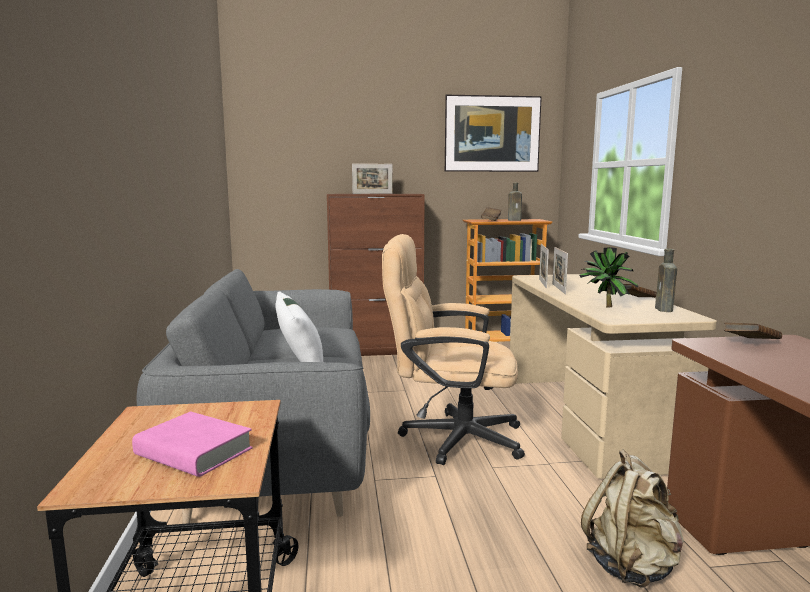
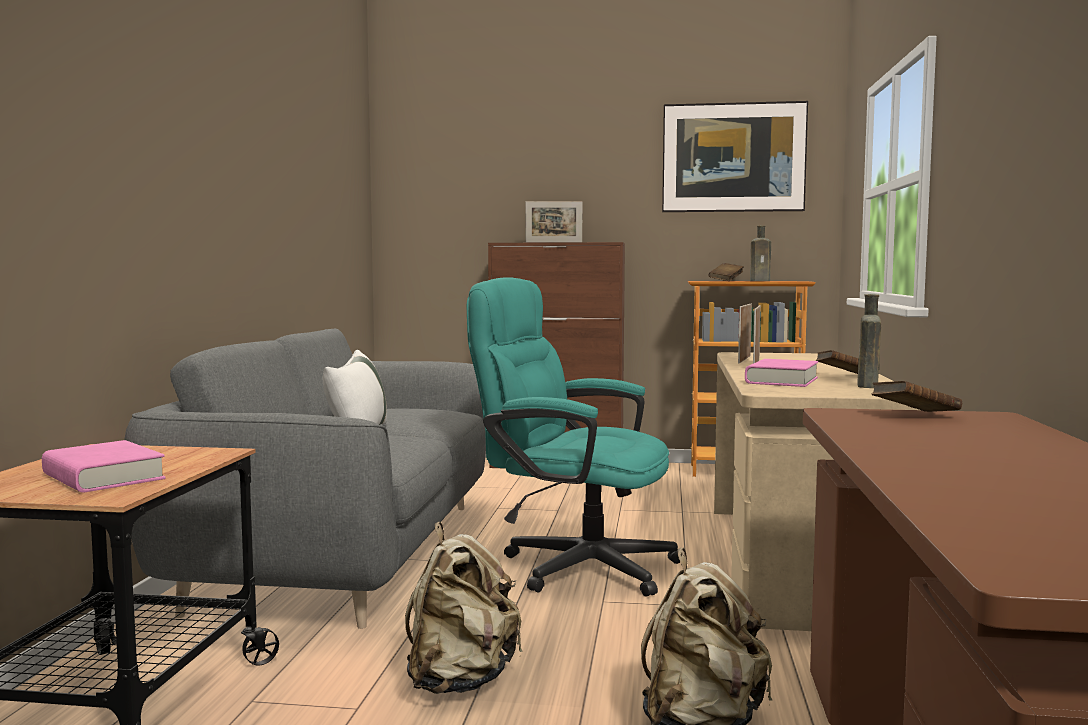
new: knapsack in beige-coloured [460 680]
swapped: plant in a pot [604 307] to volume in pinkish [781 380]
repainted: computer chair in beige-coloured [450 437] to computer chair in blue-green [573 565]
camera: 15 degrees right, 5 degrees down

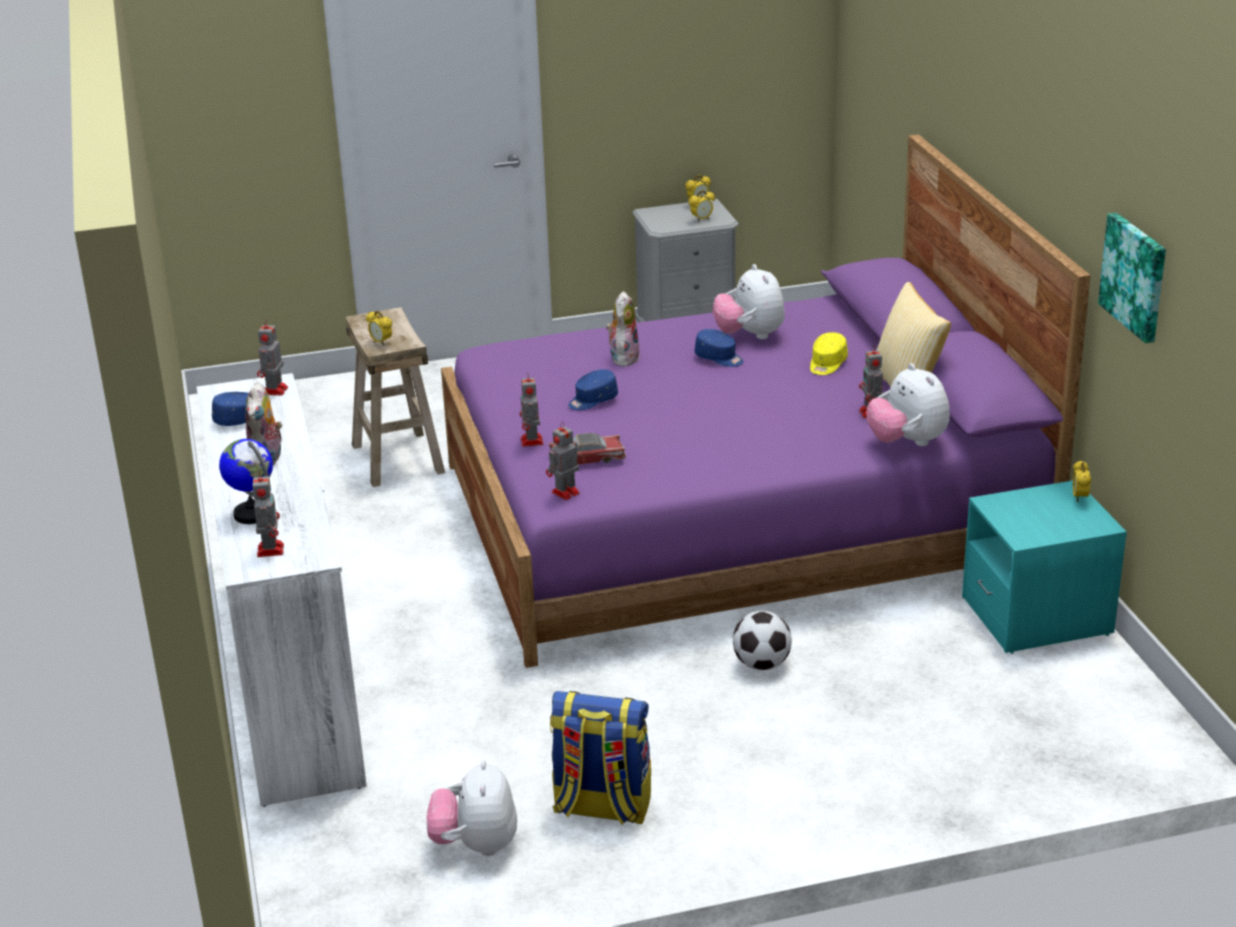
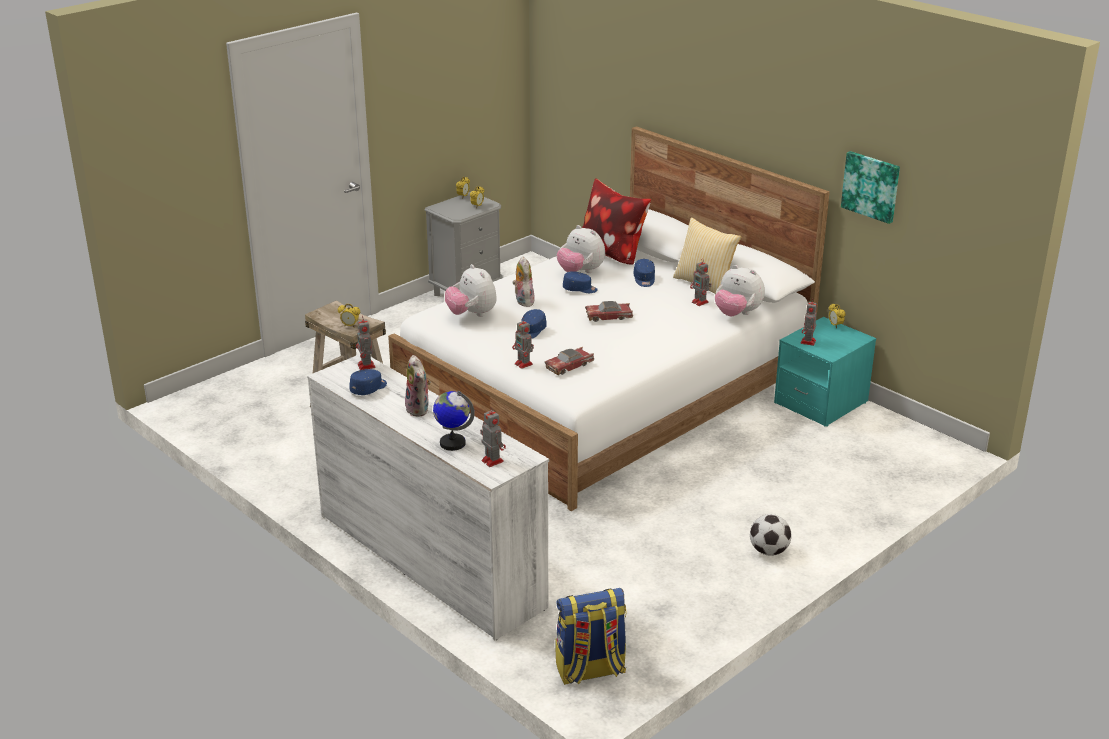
new: cushion [611 253]; miniature car [608 316]
shifted: soft toy [475 845] to [472 314]; robot figure [564 493] to [808 342]; knapsack [601 807] to [590 670]; ball for football [762 664] to [769 551]
repainted: sleeping bed in purple-coloured [739 517] to sleeping bed in white-coloured [606 390]; peaked cap in yellow [827 364] to peaked cap in blue [644 279]
camera: 30 degrees left, 0 degrees up

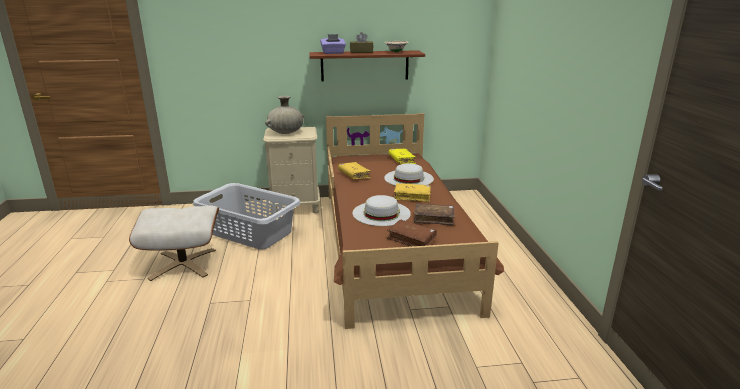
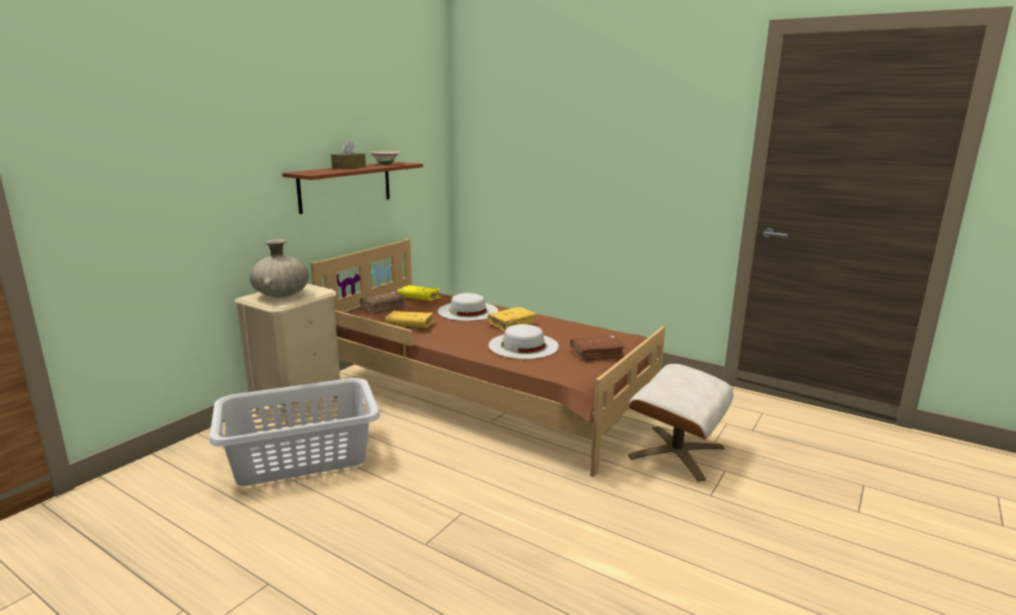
gone: tissue holder in purple-coloured [333 53]
shifted: pouffe in beige-coloured [183 264] to [676 452]; volume in brown [433 218] to [383 307]
camera: 50 degrees left, 5 degrees down

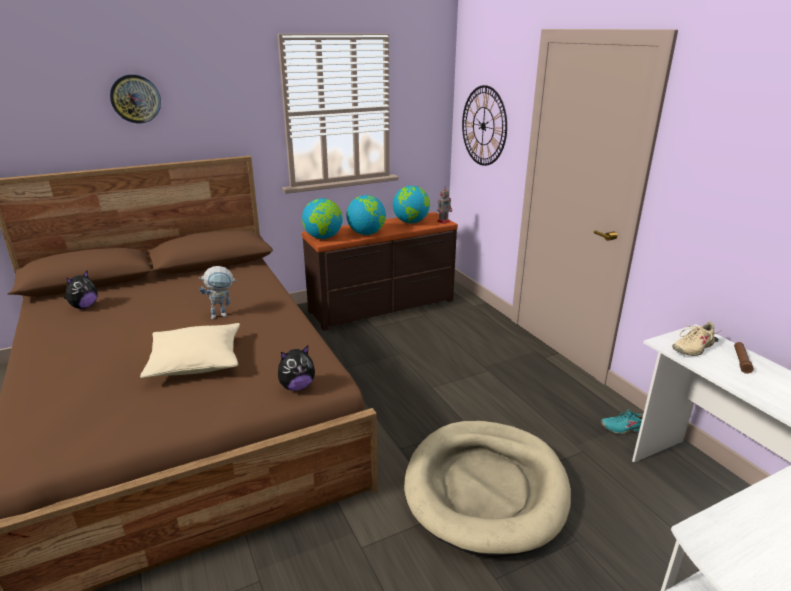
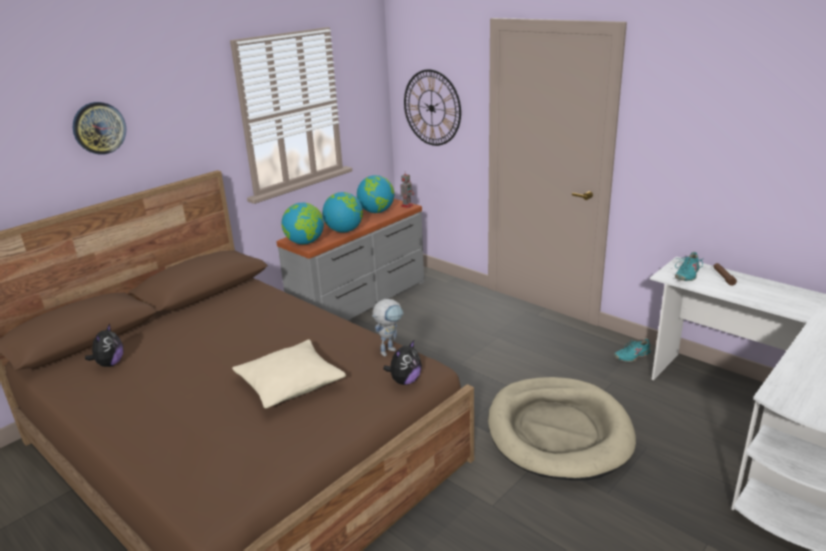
shifted: robot figure [223 315] to [390 349]
repainted: chest of drawers in brown [382 306] to chest of drawers in grey [361 302]; item of footwear in beige-coloured [692 347] to item of footwear in blue-green [686 275]
camera: 20 degrees left, 0 degrees up

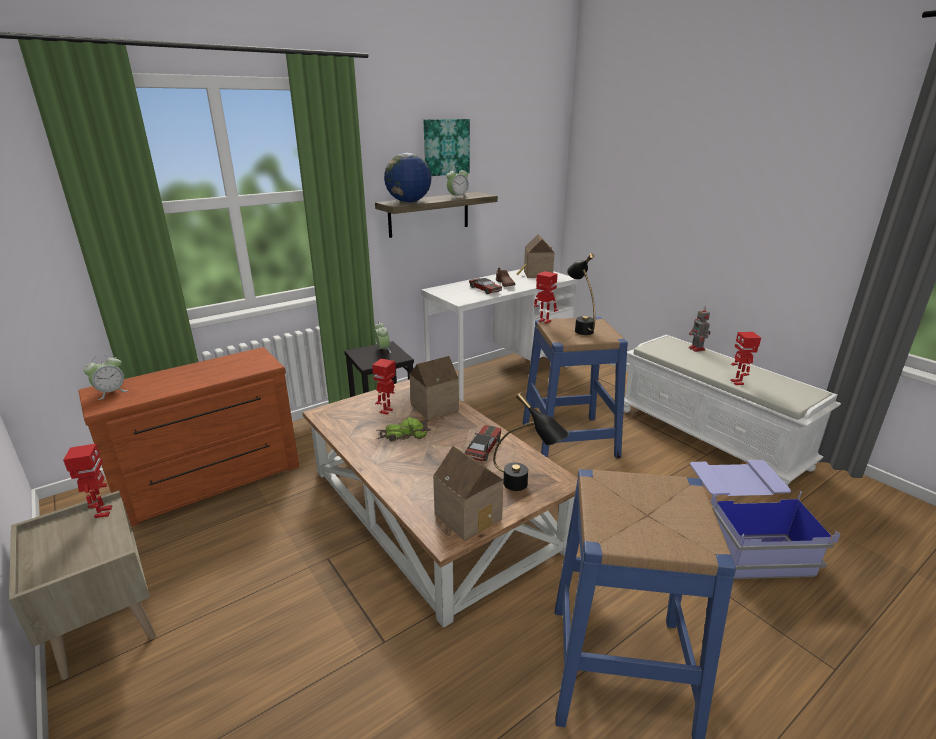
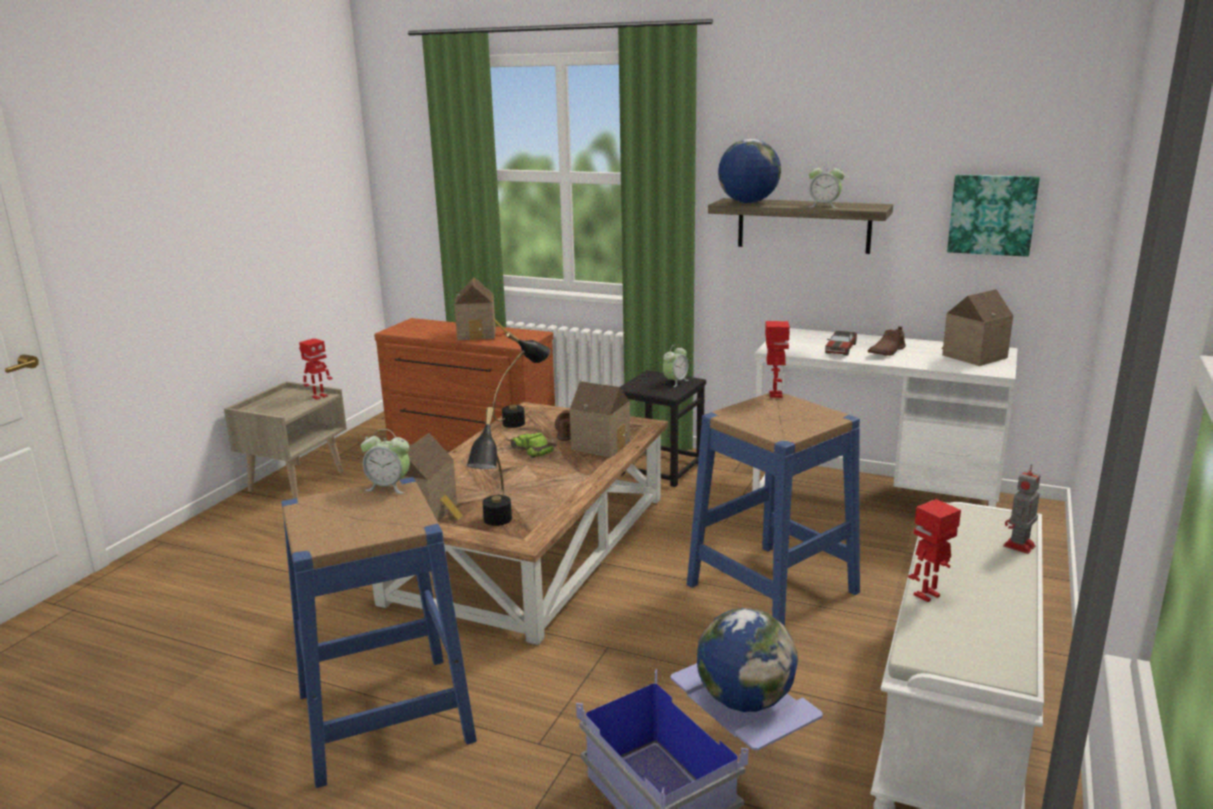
gone: miniature car [483 448]
new: miniature house [479 334]; world globe [745 700]
shifted: table clock [111 392] to [389 487]; wall picture [445 147] to [992 214]; lamp for a table in black [580 328] to [522 420]
swapped: robot figure [387 411] to item of footwear in brown [565 429]
camera: 60 degrees right, 5 degrees down

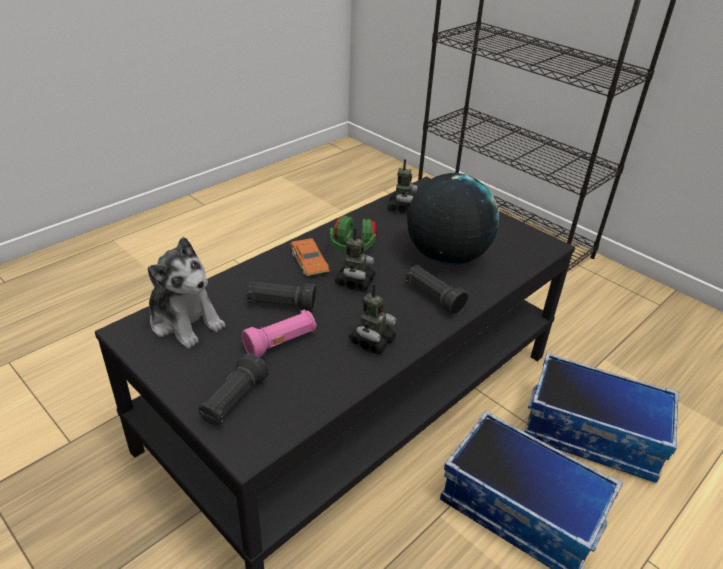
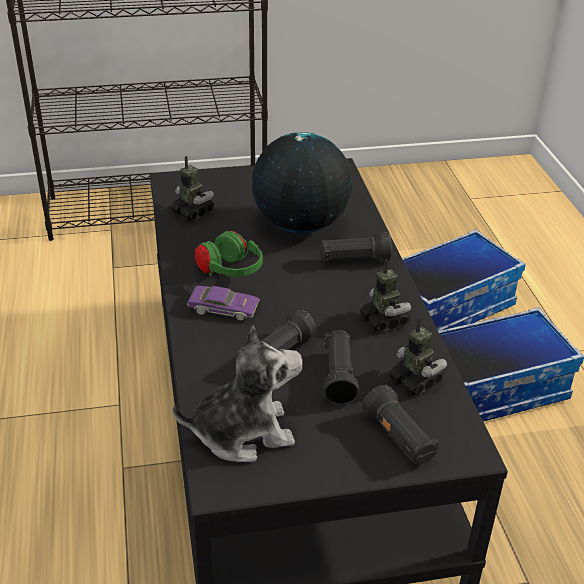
shifted: robot figure [355 282] to [415 381]
repainted: torch in pinkish [281 343] to torch in black [338 377]; miniature car in orange [309 262] to miniature car in purple-coloured [223 308]
camera: 55 degrees left, 0 degrees up

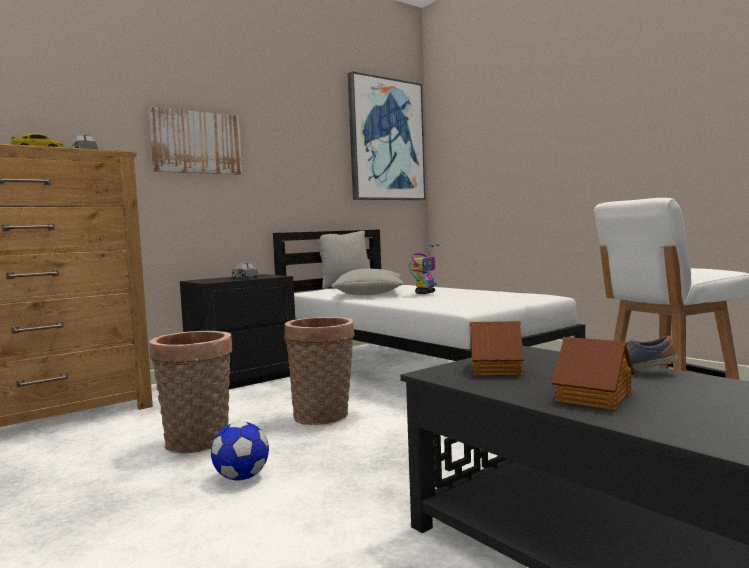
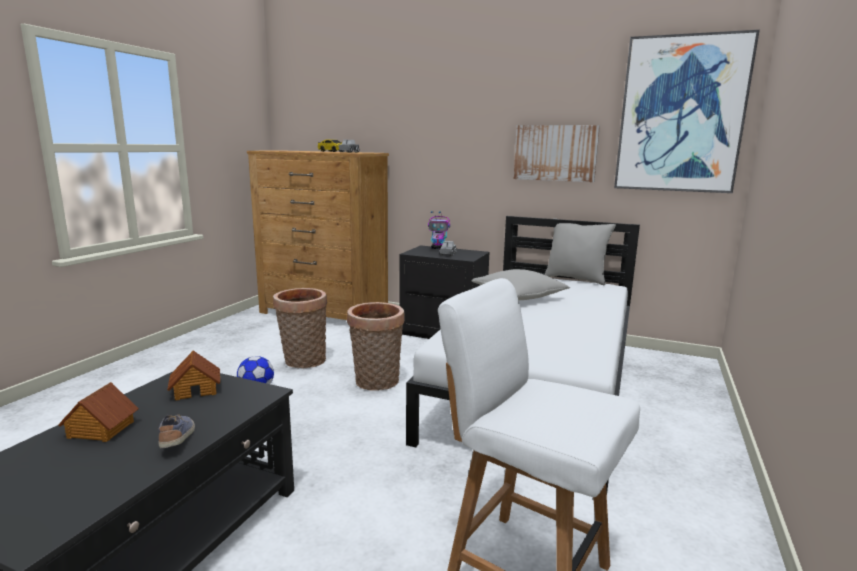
shifted: wall picture [196 142] to [555 153]; robot figure [425 293] to [438 248]
camera: 60 degrees right, 10 degrees up

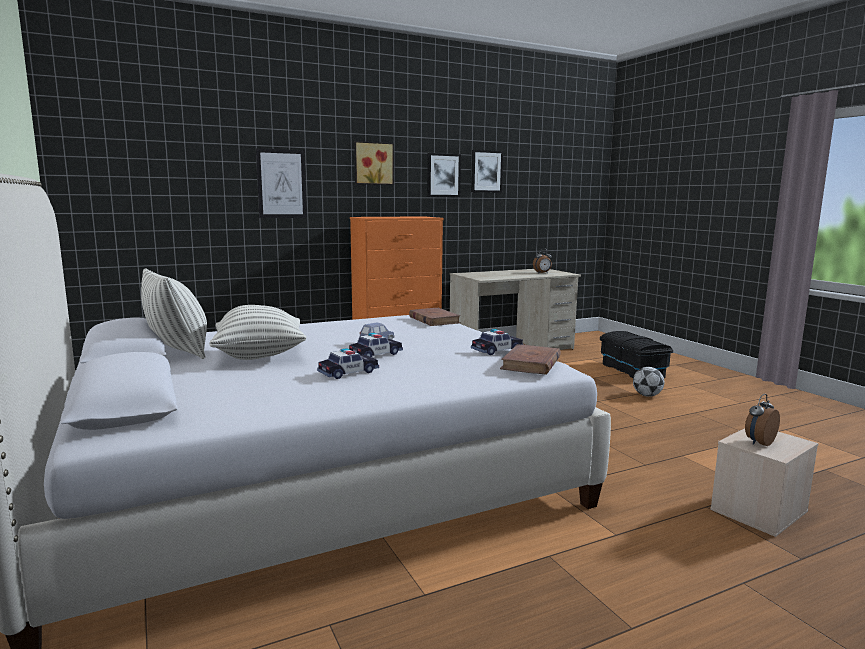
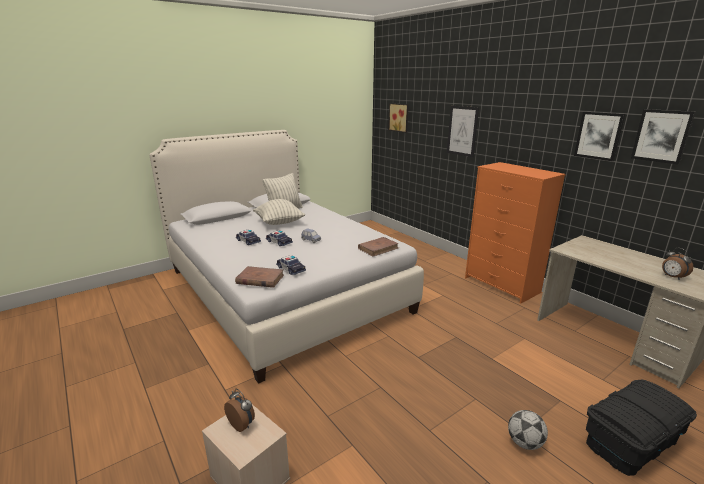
shifted: wall picture [373 163] to [399 117]
camera: 80 degrees right, 10 degrees up

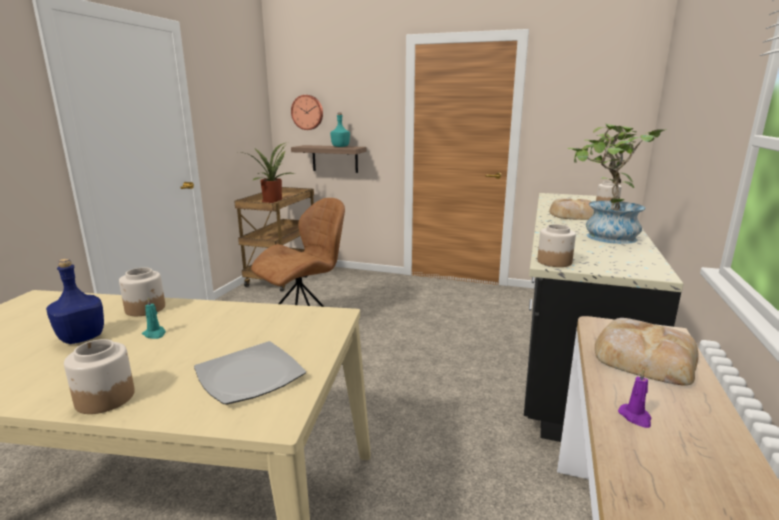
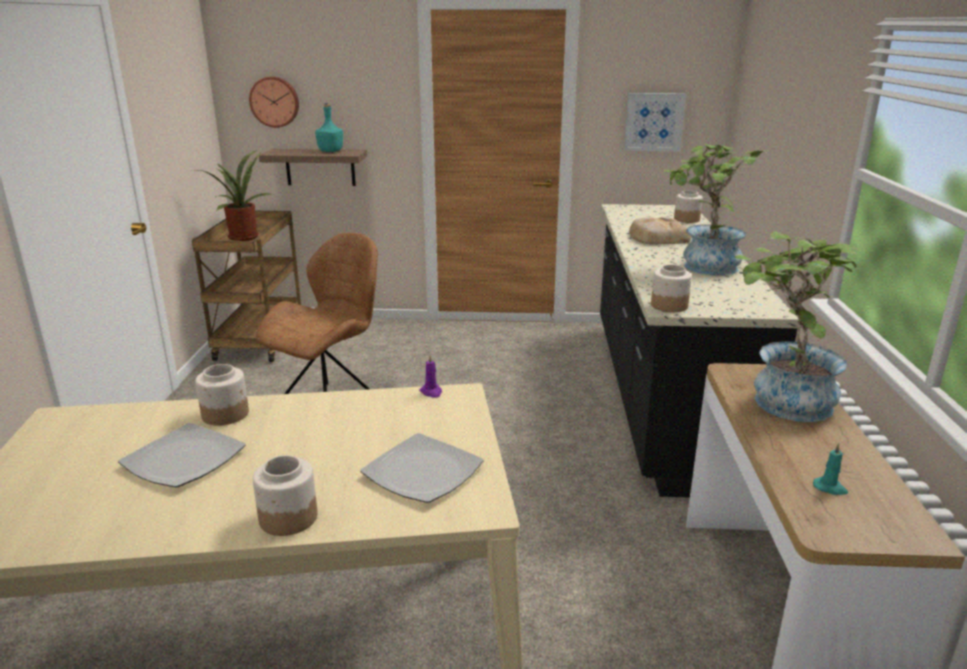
new: wall picture [653 122]
shifted: wax candle in blue-green [155 334] to [830 488]; wax candle in purple-coloured [635 417] to [431 392]
swapped: beverage bottle in blue [82 337] to flat dish [184 459]; bread [643 357] to plant in a pot [780 400]
camera: 15 degrees left, 5 degrees up

